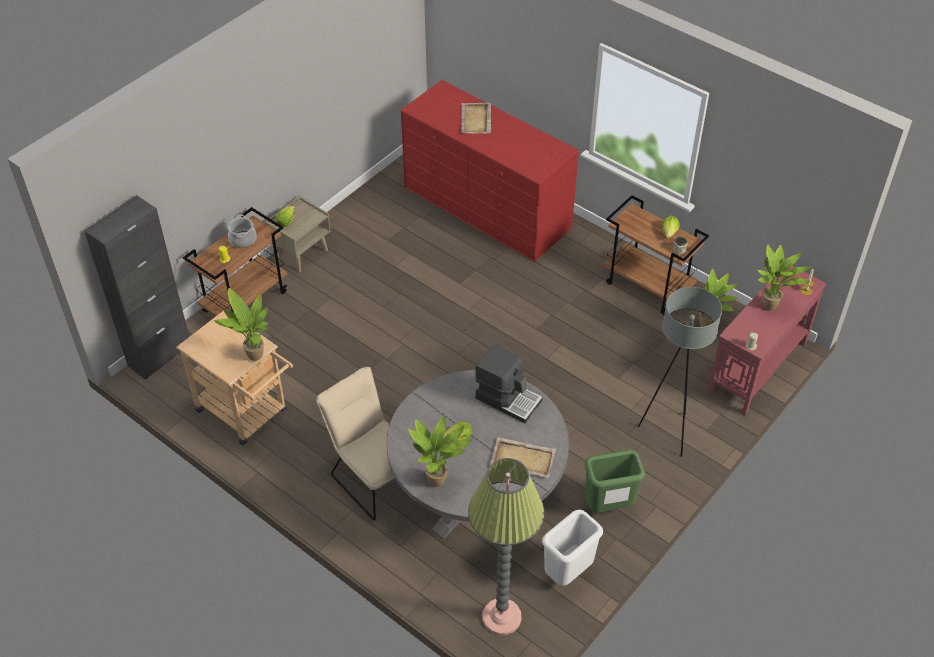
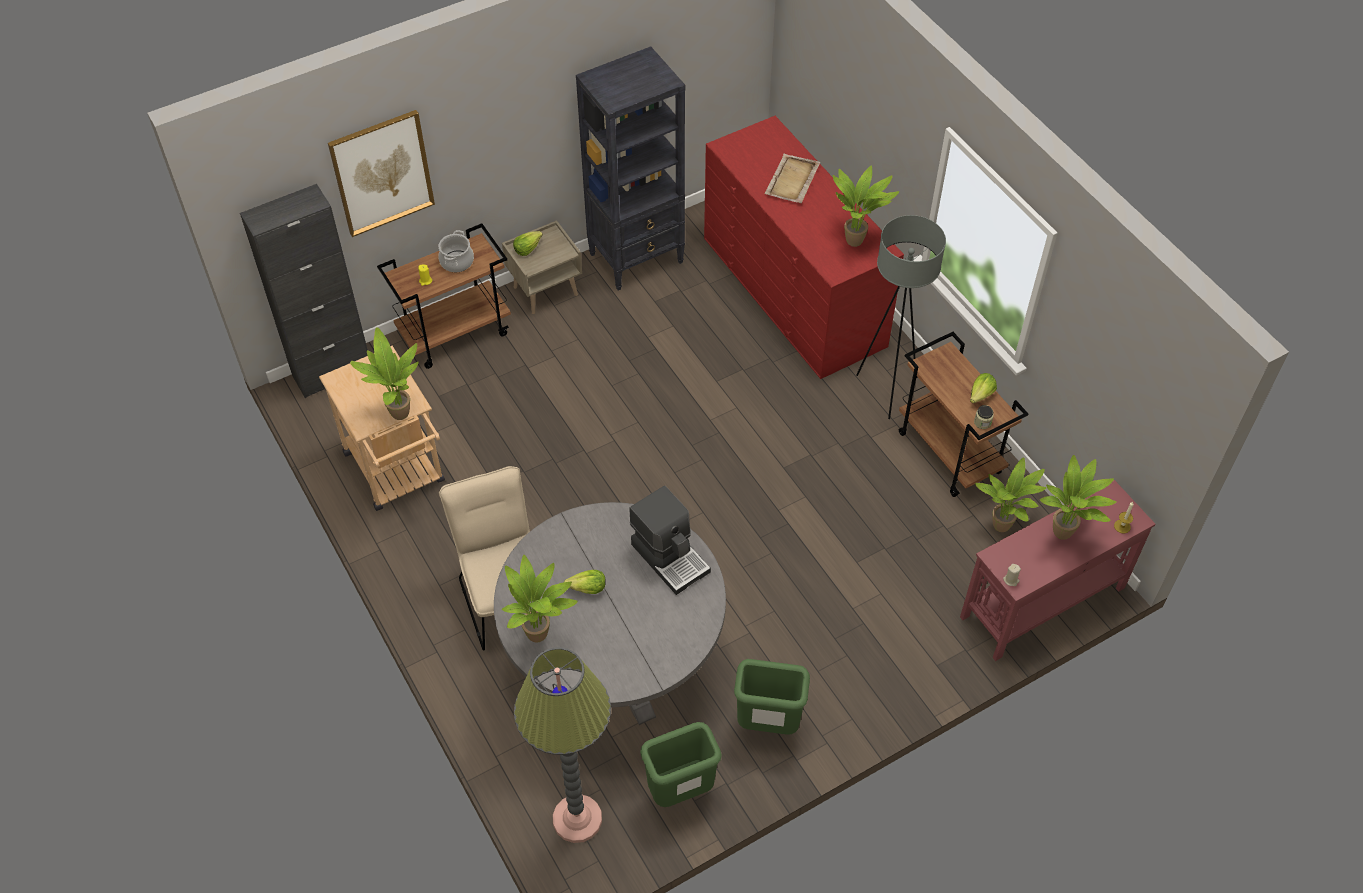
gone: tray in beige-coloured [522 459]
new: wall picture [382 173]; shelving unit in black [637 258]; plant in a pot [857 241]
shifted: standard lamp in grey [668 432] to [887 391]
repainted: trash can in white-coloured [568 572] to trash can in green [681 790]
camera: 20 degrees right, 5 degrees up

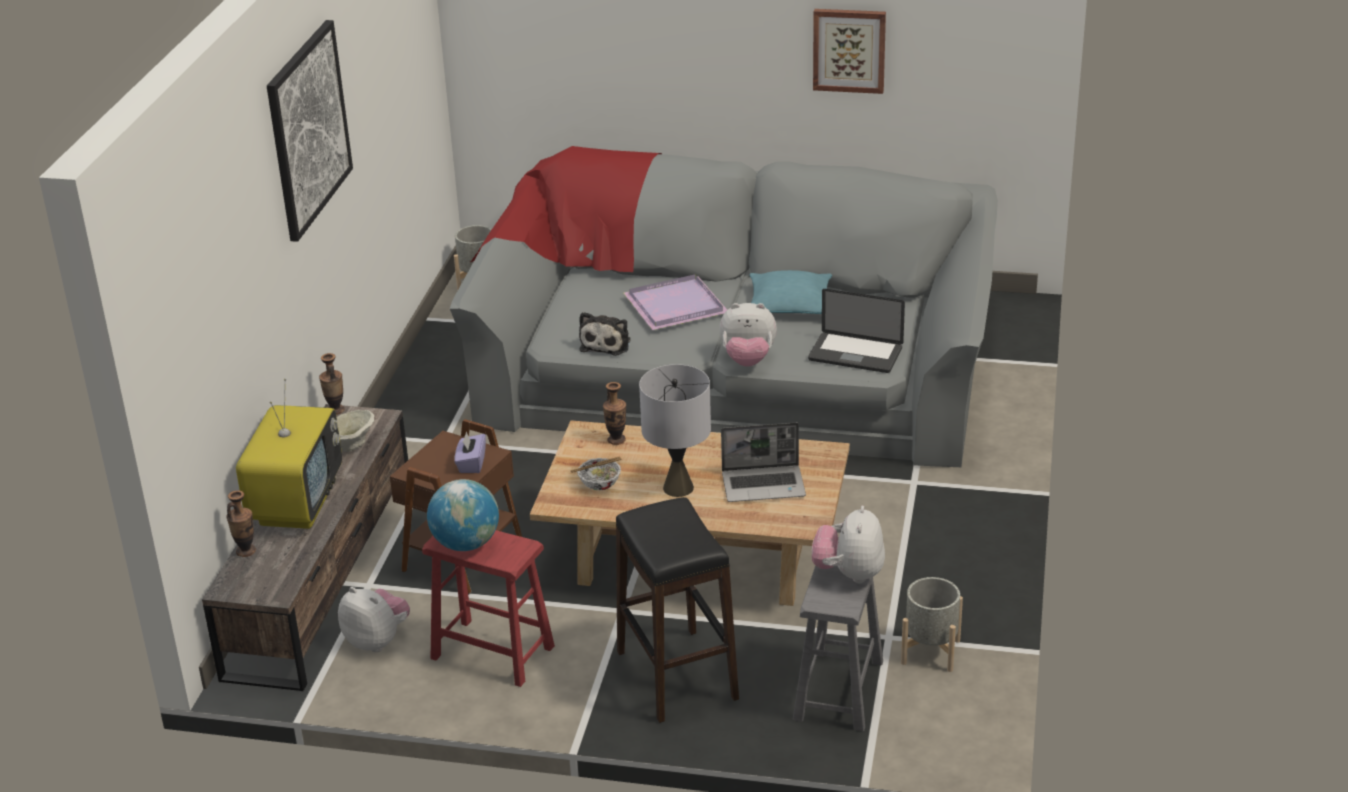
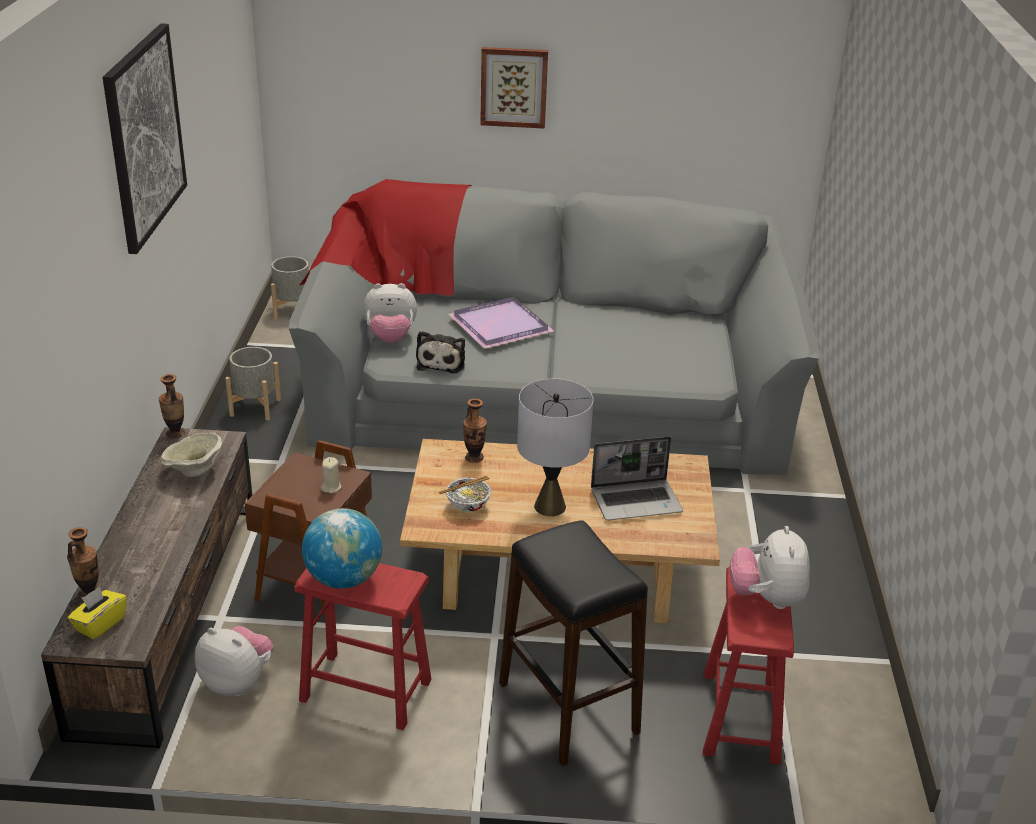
gone: television [296 503]; cushion in blue-green [789 304]; portable computer [855 354]
new: tissue holder in yellow [100 624]
shifted: soft toy [748 360] to [390 338]; wall picture [849 50] to [514 87]; plant pot in grey [930 651] to [255 407]
swapped: tissue holder in purple-coloured [471 464] to wax candle in beige-coloured [331 487]
repainted: sitting stool in grey [839 690] to sitting stool in red [741 717]
camera: 10 degrees left, 0 degrees up

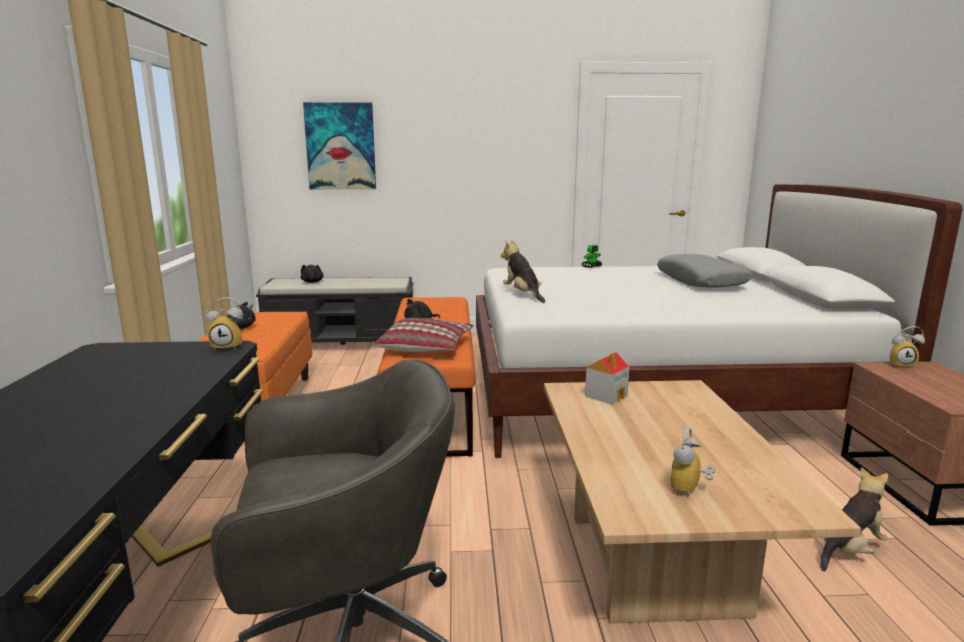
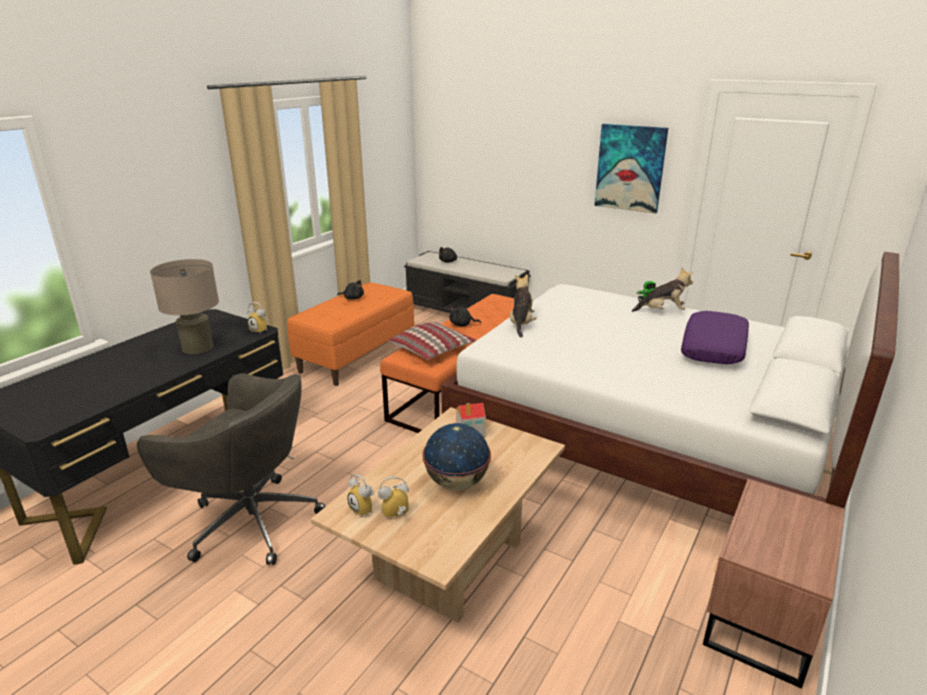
new: lamp for a table in beige-coloured [197 347]; world globe [457 483]
shifted: wall picture [340 146] to [630 168]; soft toy [849 550] to [662 311]; table clock [901 364] to [365 509]
repainted: cushion in grey [701 281] to cushion in purple-coloured [714 348]
camera: 35 degrees right, 10 degrees up

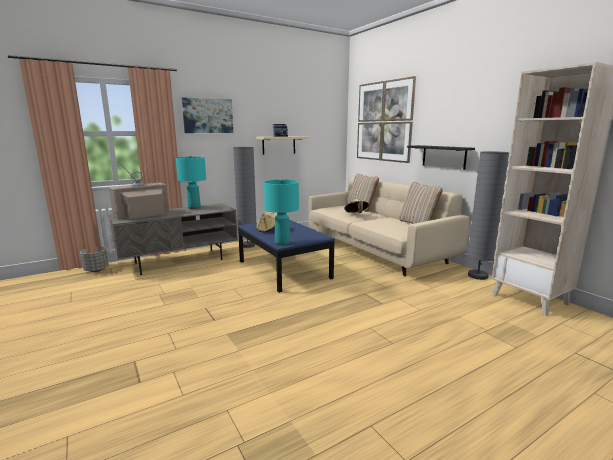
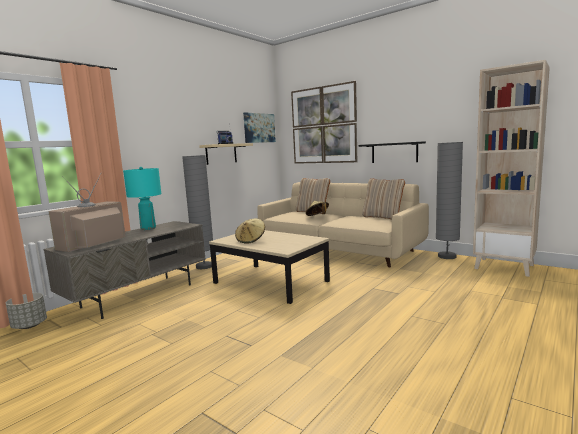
gone: lamp for a table in blue-green [282 243]
shifted: wall picture [208 116] to [259 128]
repainted: low table in blue [284 269] to low table in beige-coloured [271 282]
camera: 20 degrees left, 5 degrees down

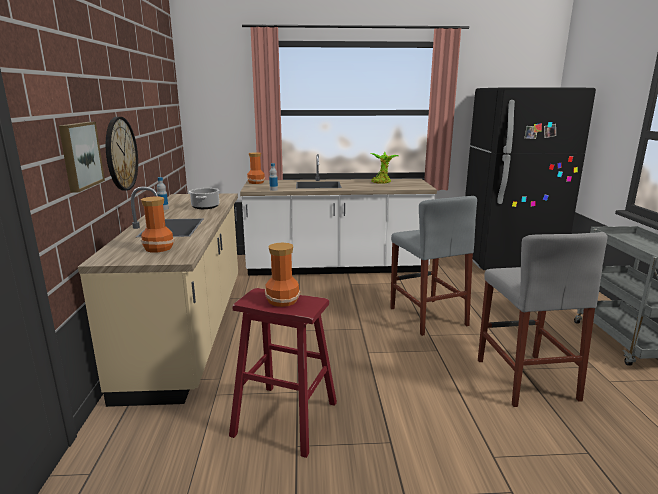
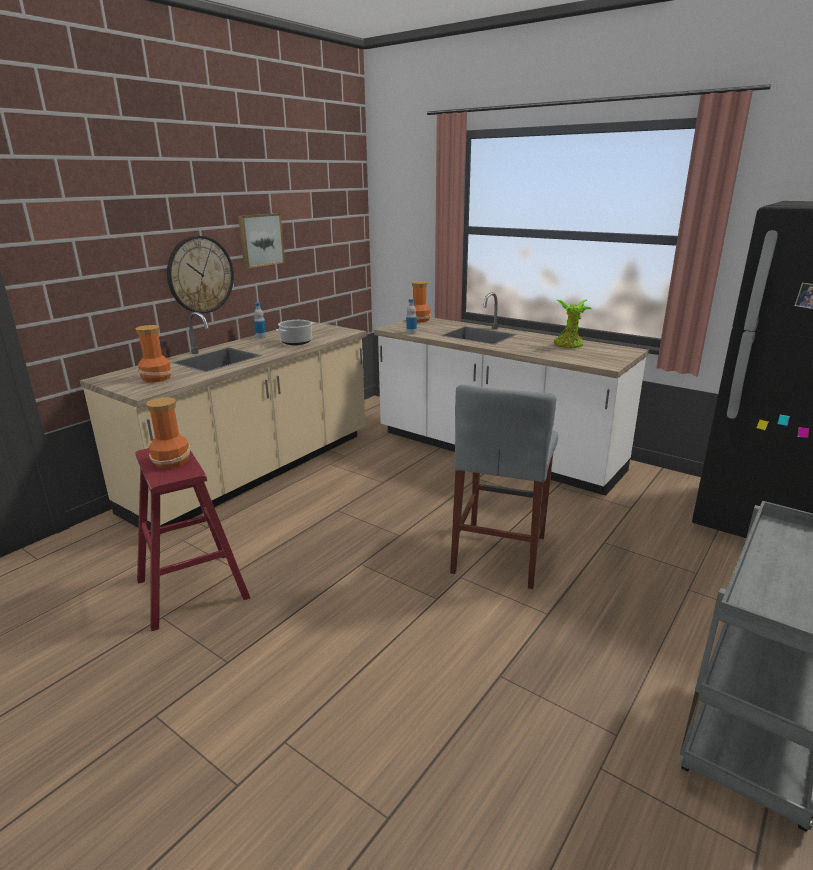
gone: sitting stool in grey [525 379]
shifted: wall picture [79 155] to [260 240]
camera: 40 degrees right, 5 degrees up

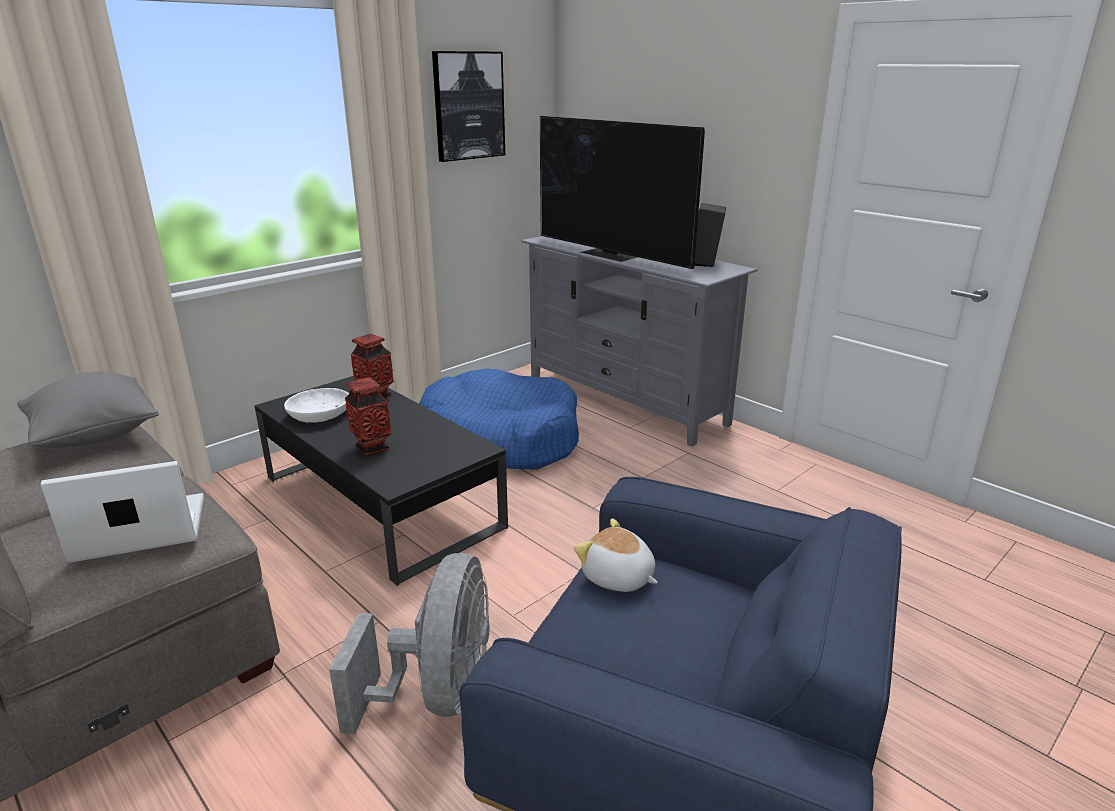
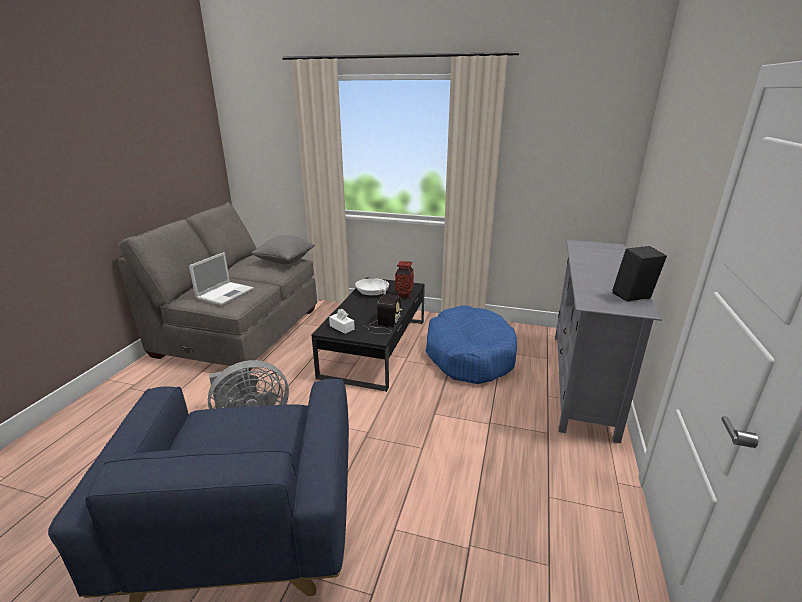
gone: vase [372 447]; wall picture [468 106]; television [611 254]; soft toy [618 578]
new: tissue holder in white-coloured [342 327]; radio receiver [384 325]
rotated: portable computer [138 530] = [226 293] 75 degrees clockwise
camera: 60 degrees right, 0 degrees up

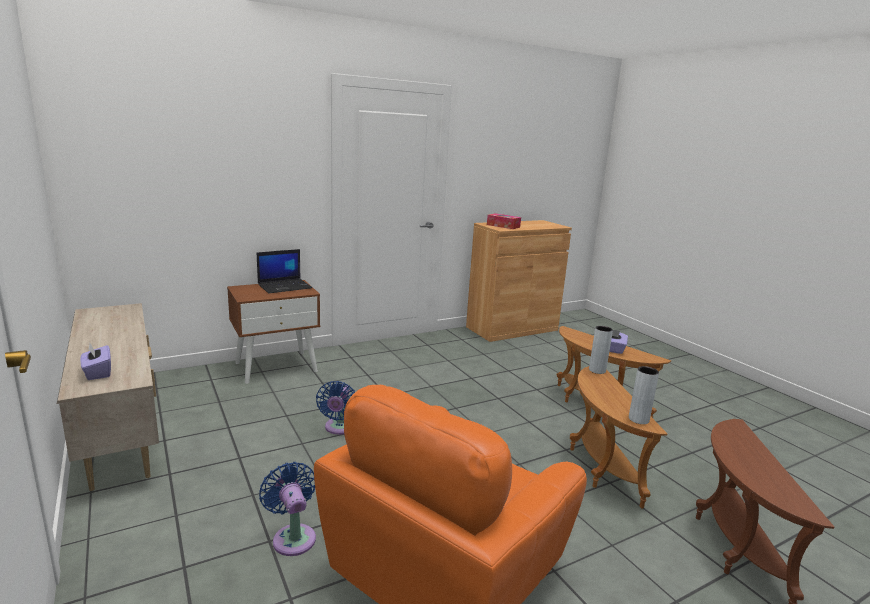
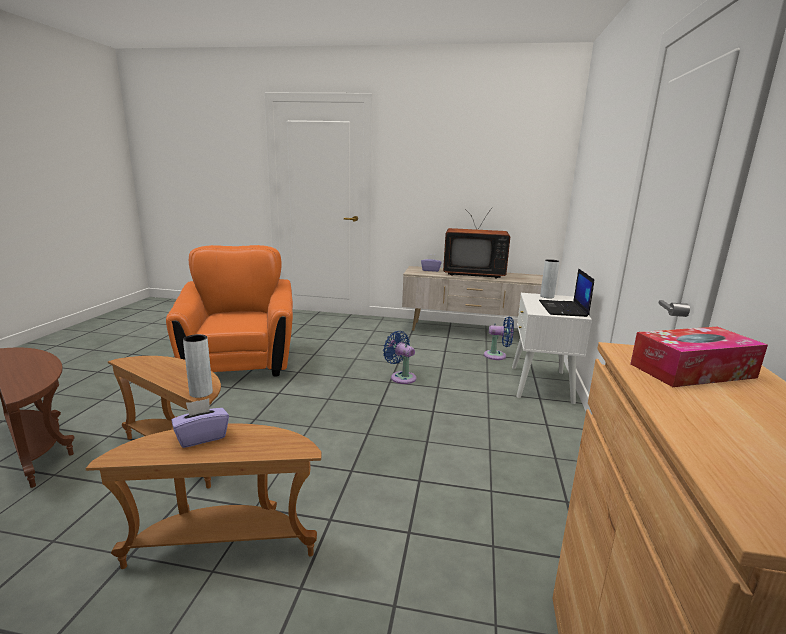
new: television [473 273]
shifted: cooling fan in blue [293 536] to [497 356]; vase in grey [638 419] to [547 296]
repainted: bedside table in brown [276 366] to bedside table in white-coloured [541 384]
camera: 130 degrees right, 0 degrees up

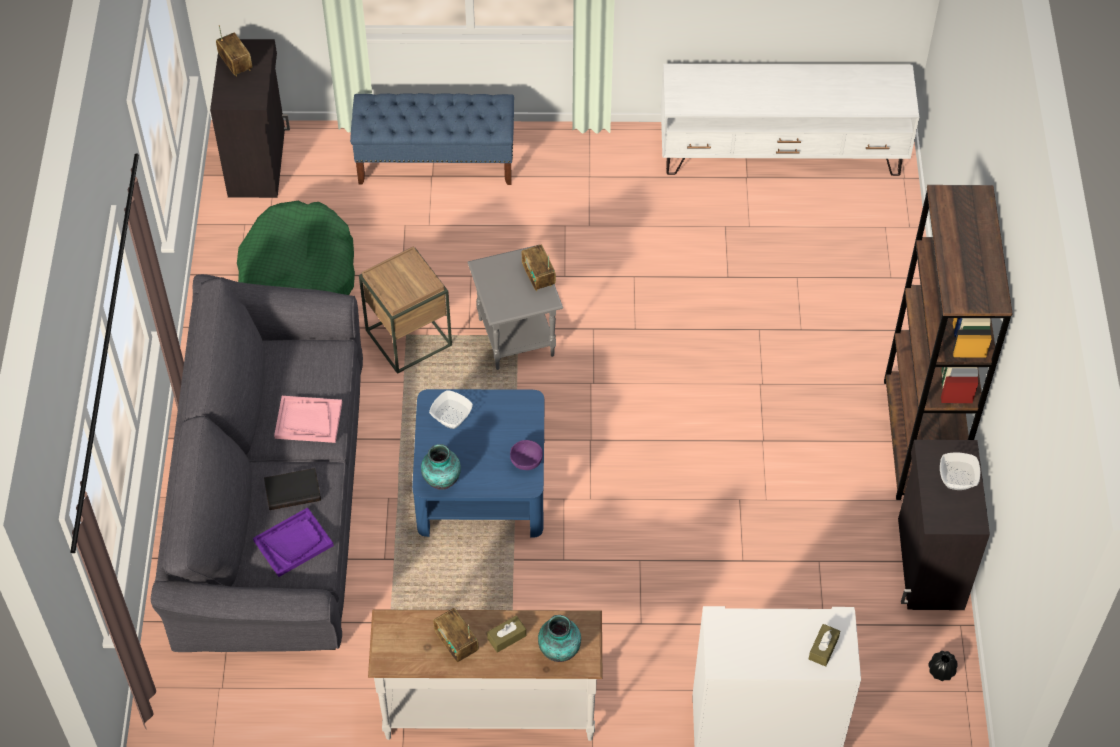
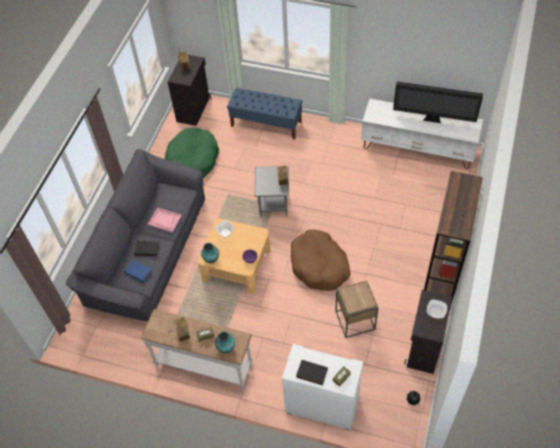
new: dog bed in brown [319 265]; volume in black [311 373]; television [433 120]
shifted: side table in brown [408 338] to [355 320]
swapped: tray in purple-coloured [293 543] to volume in blue [139 271]
repainted: low table in blue [480 483] to low table in beige-coloured [236 264]
camera: 20 degrees right, 0 degrees up

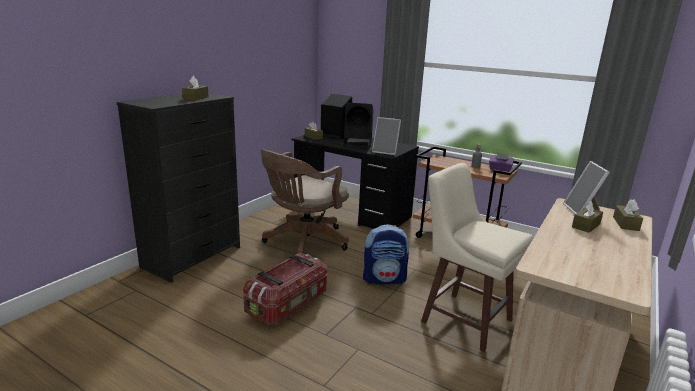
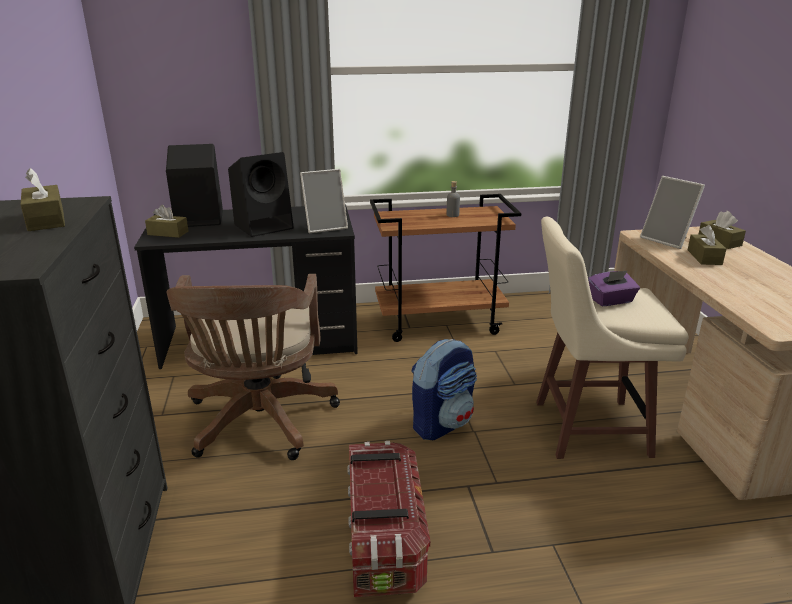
shifted: tissue holder in purple-coloured [500 170] to [611 301]
camera: 40 degrees left, 5 degrees up

